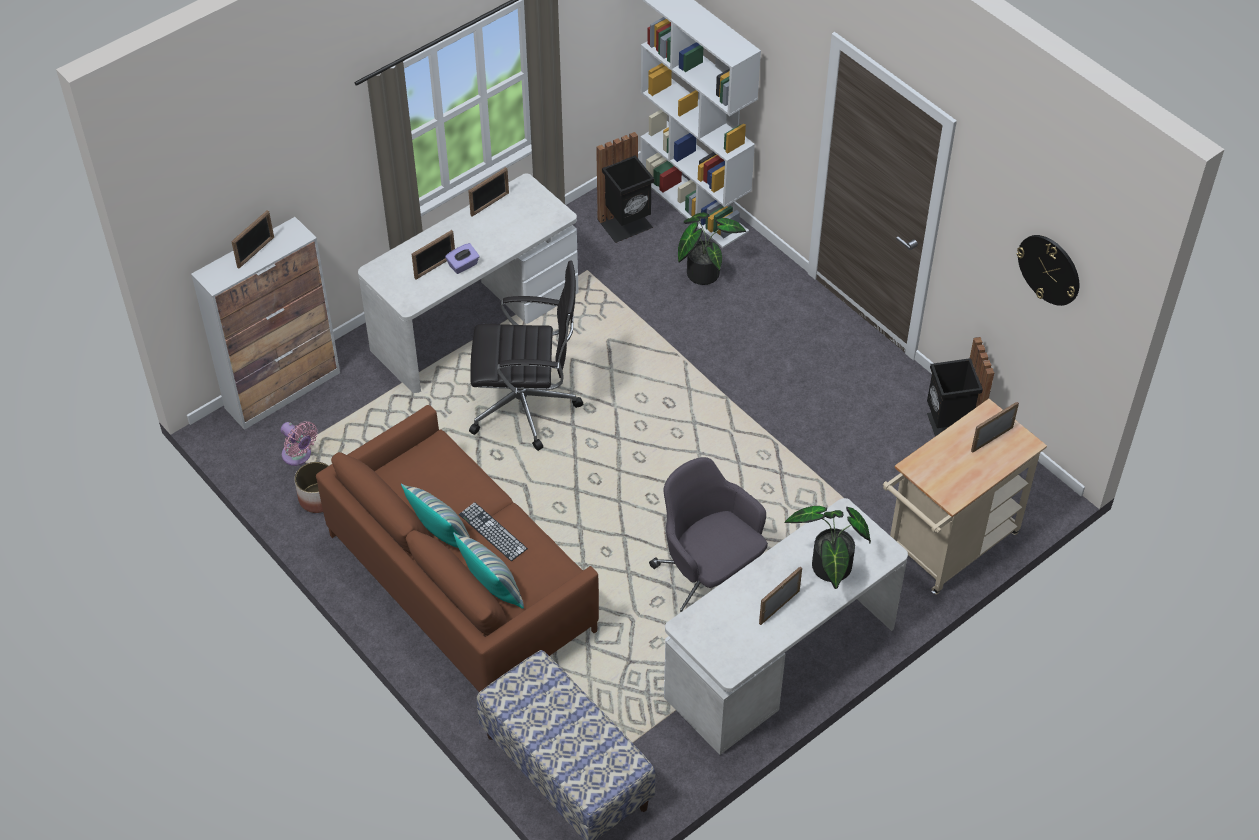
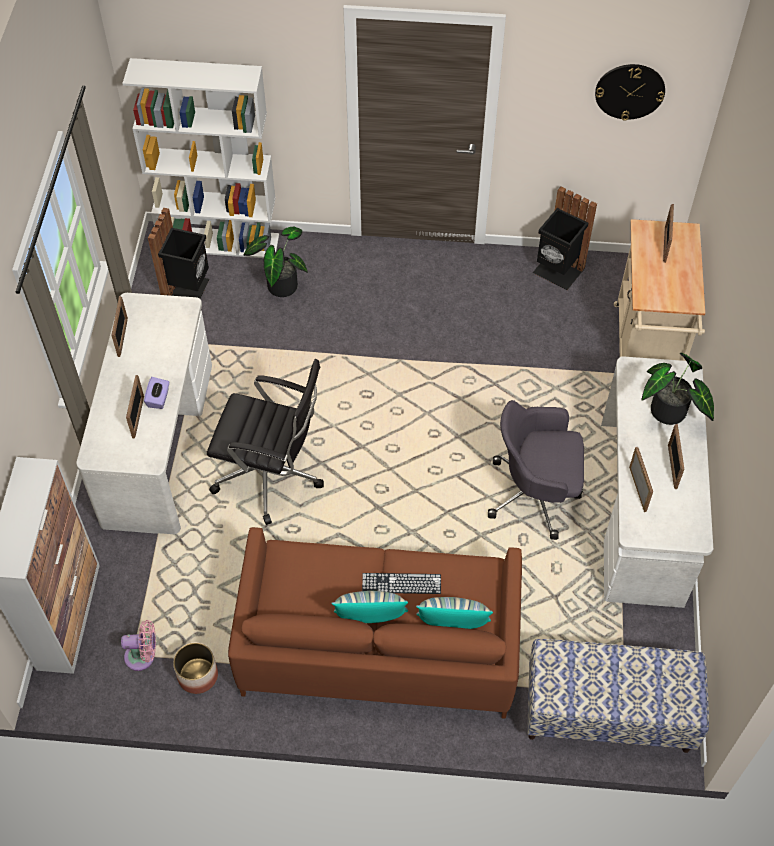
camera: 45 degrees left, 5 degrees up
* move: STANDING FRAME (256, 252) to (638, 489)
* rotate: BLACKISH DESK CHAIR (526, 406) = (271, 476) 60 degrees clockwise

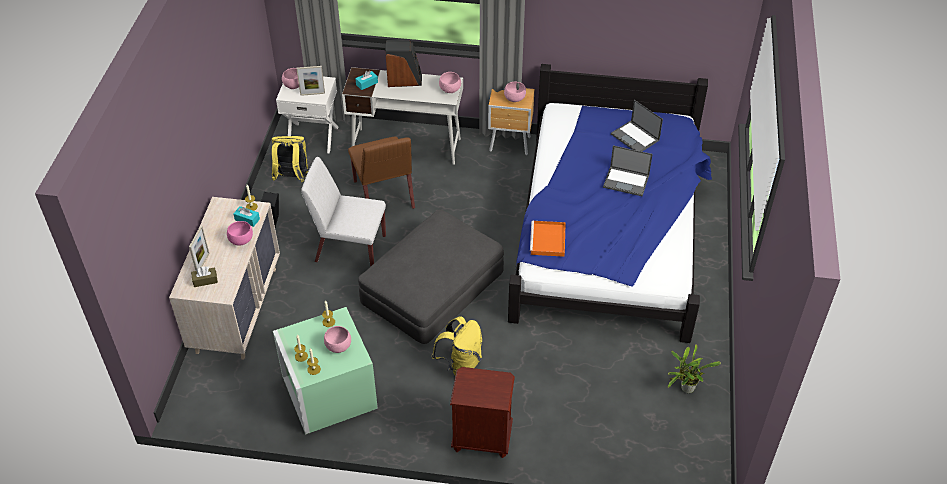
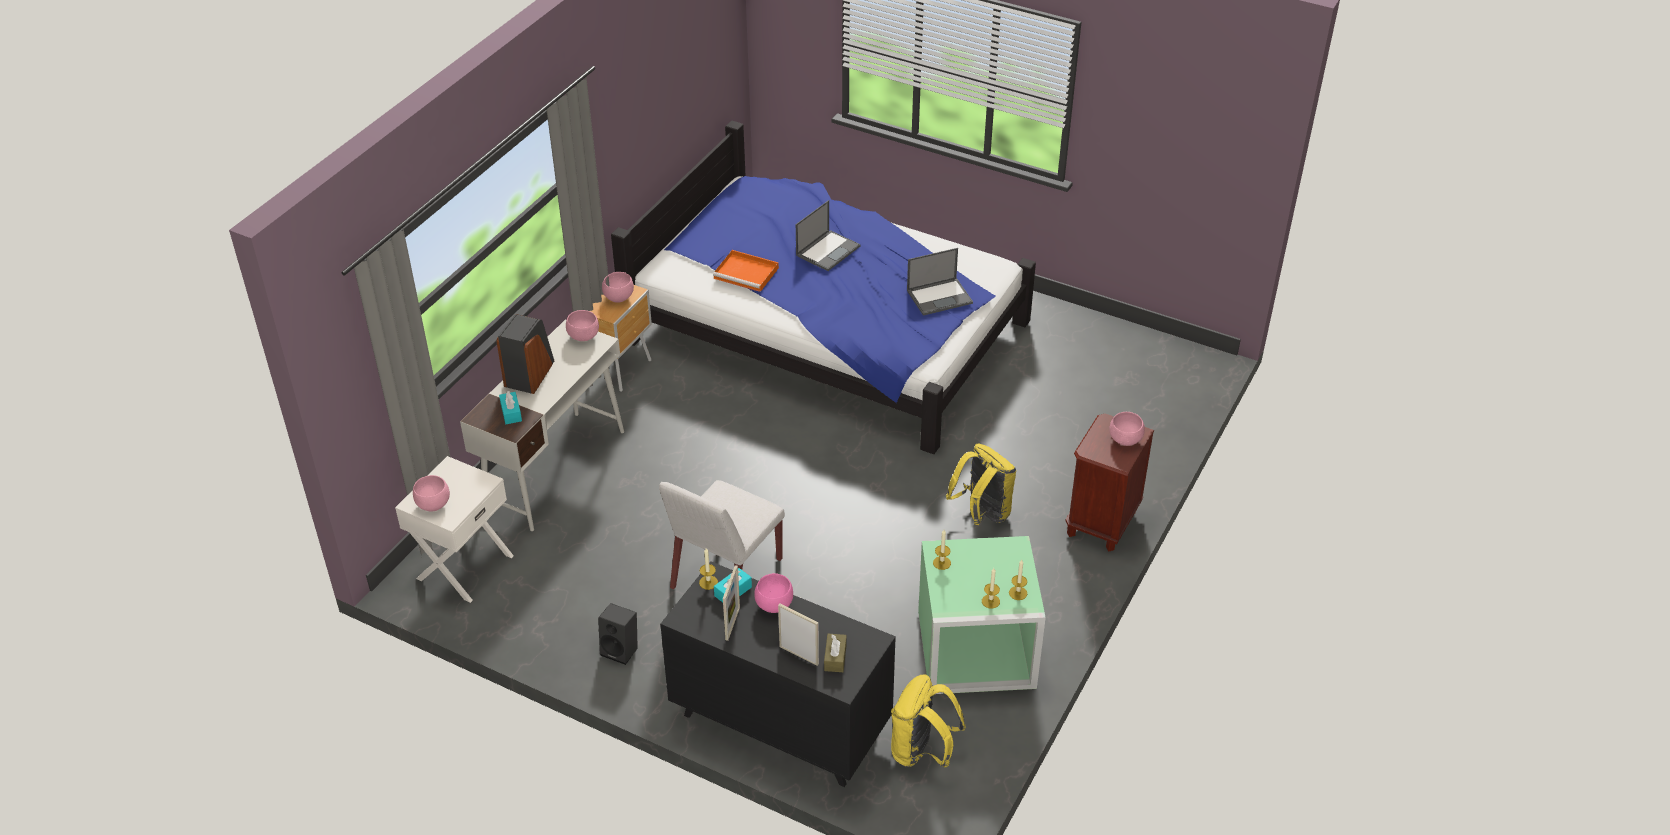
camera: 70 degrees left, 5 degrees down
* delete: BROWNISH CHAIR (384, 195)
* delete: GRAY FOOTREST (432, 286)
* delete: HOUSEPLANT (685, 389)
* move: YELLOWISH BACKPACK (292, 177) to (922, 752)
* move: STANDING FRAME (312, 94) to (732, 623)
* move: PINK SERVING BOWL (338, 347) to (1126, 440)
* move: ORANGE-COLOURED CARRYING TRAY (548, 241) to (747, 273)
* move: PORTABLE COMPUTER (635, 137) to (940, 296)
* recolor: BEIGE-COLOURED CHEST OF DRAWERS (237, 309) to BLACKISH CHEST OF DRAWERS (779, 723)

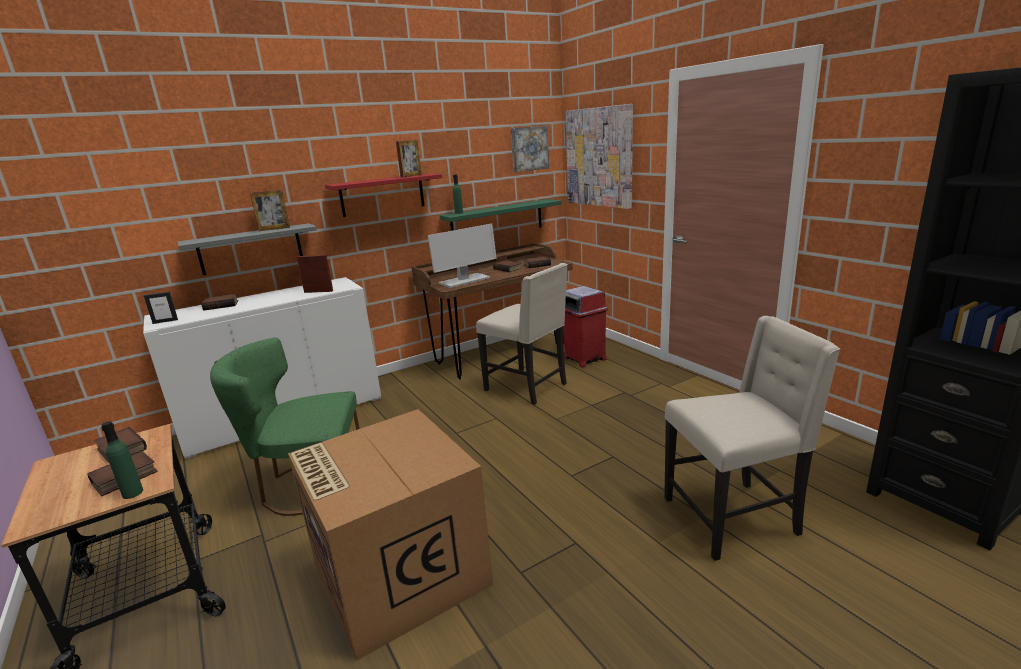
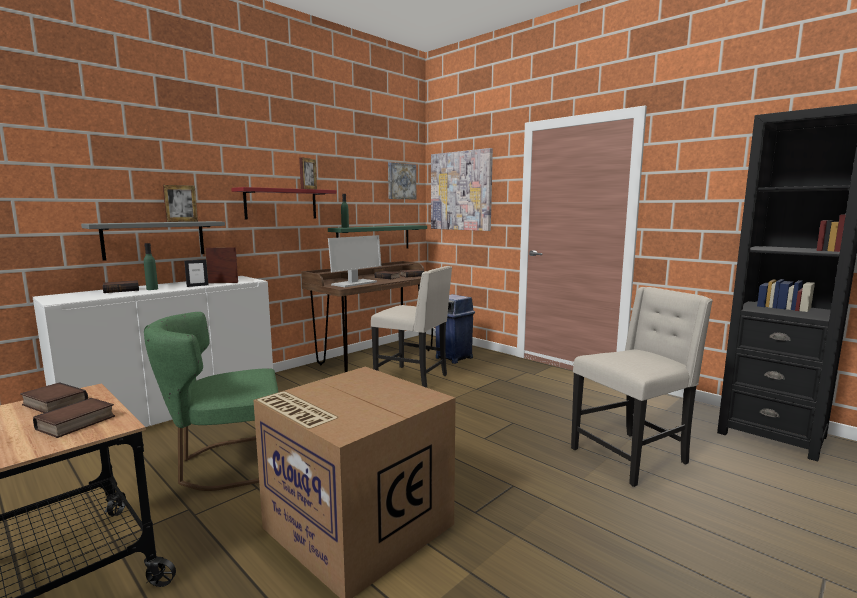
camera: 15 degrees left, 10 degrees down
* move: GREEN-COLOURED DRINK BOTTLE (133, 493) to (152, 289)
* move: STANDING FRAME (165, 321) to (197, 285)
* recolor: RED TRASH CAN (584, 358) to BLUE TRASH CAN (453, 358)

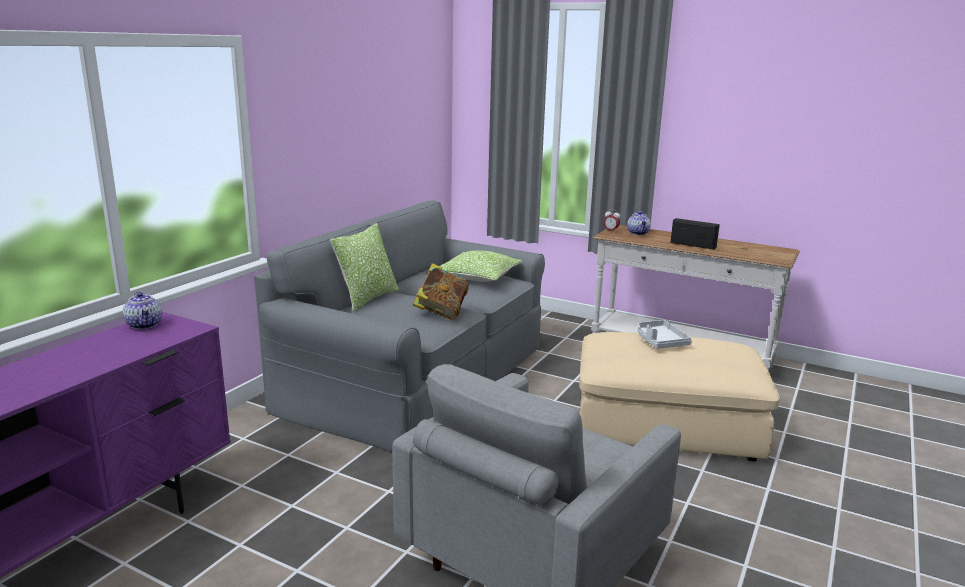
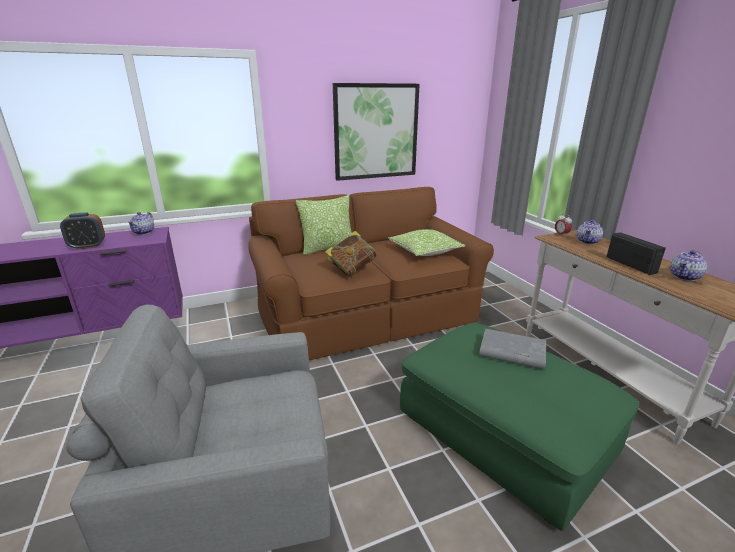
camera: 40 degrees right, 5 degrees up
* insert: BEDSIDE CLOCK (88, 246)
* insert: WALL PICTURE (376, 132)
* insert: TEAPOT (685, 277)
* replace: GRAY CARRYING TRAY (660, 341) to GRAY BOUND BOOK (511, 352)
* recolor: GRAY SOFA (418, 375) to BROWNISH SOFA (367, 313)
* recolor: BEIGE-COLOURED FOOTREST (667, 424) to GREEN-COLOURED FOOTREST (504, 434)

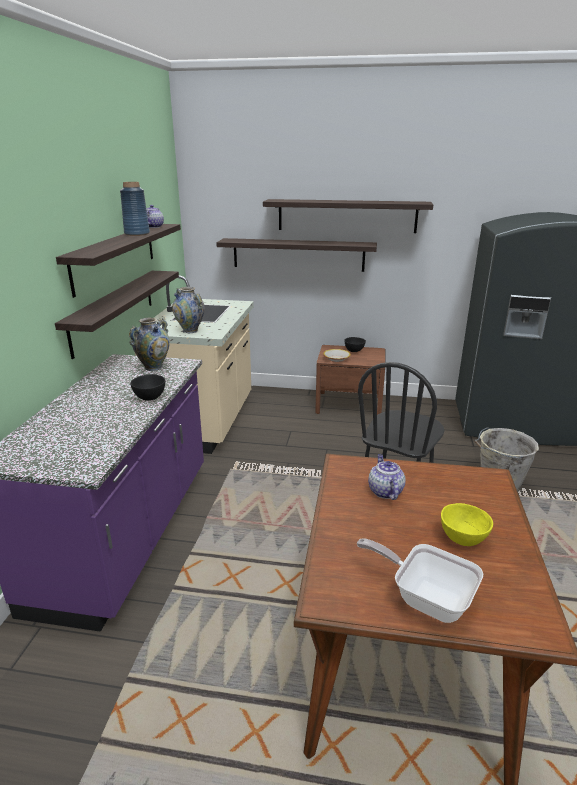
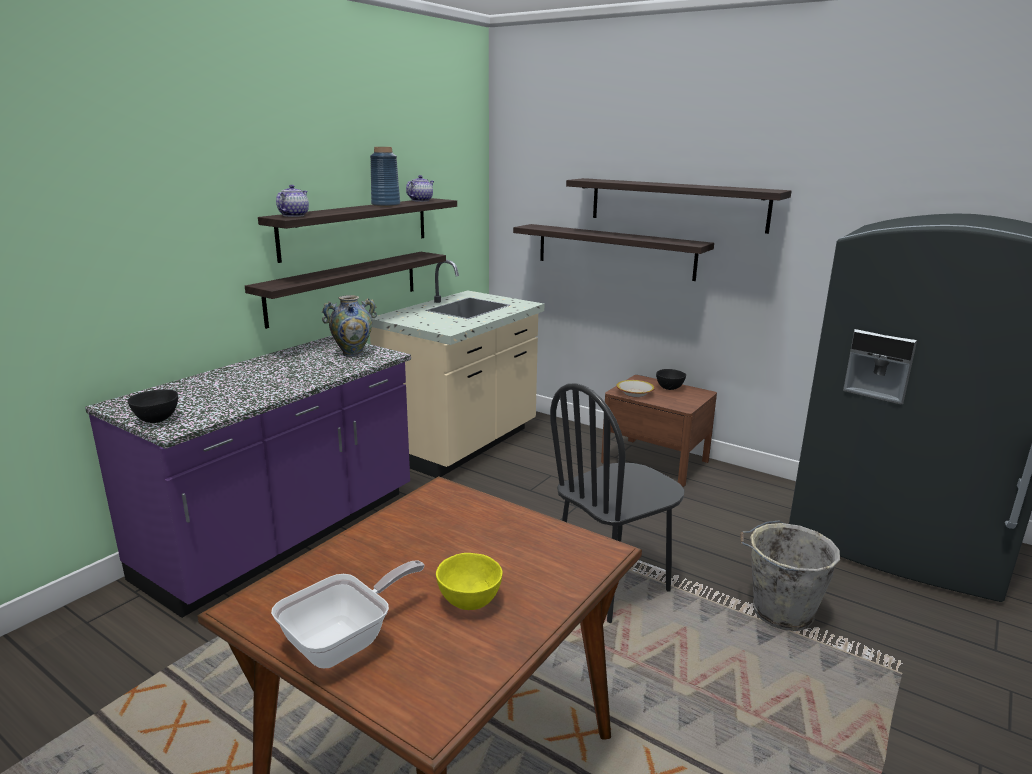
camera: 25 degrees right, 5 degrees down
* delete: DECORATIVE VASE (190, 330)
* move: BLACKISH SERVING BOWL (150, 397) to (157, 419)
* move: TEAPOT (384, 491) to (294, 215)
* rotate: FRYING PAN (425, 597) = (345, 641) 75 degrees clockwise

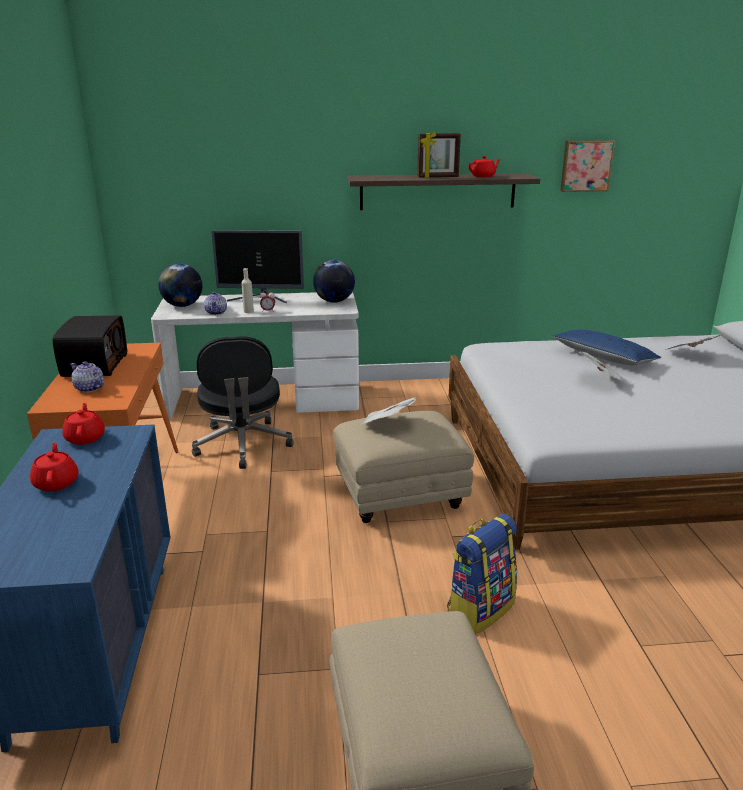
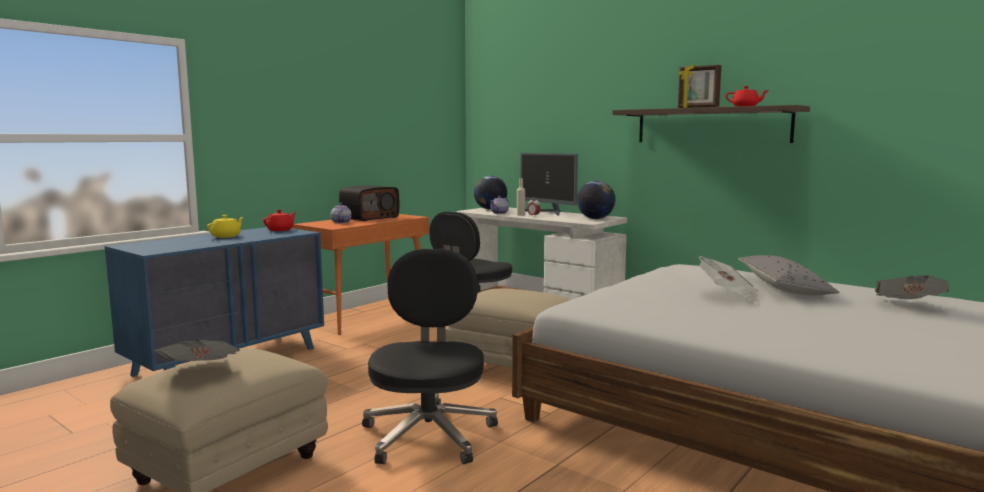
camera: 45 degrees right, 15 degrees down
* delete: WALL PICTURE (586, 165)
* move: PRINTED PAPER (387, 424) to (201, 372)
* replace: BACKPACK (480, 608) to BLACKISH DESK CHAIR (429, 434)
* recolor: RED TEAPOT (56, 482) to YELLOWISH TEAPOT (226, 236)
* recolor: BLUE PILLOW (603, 357) to GRAY PILLOW (783, 288)

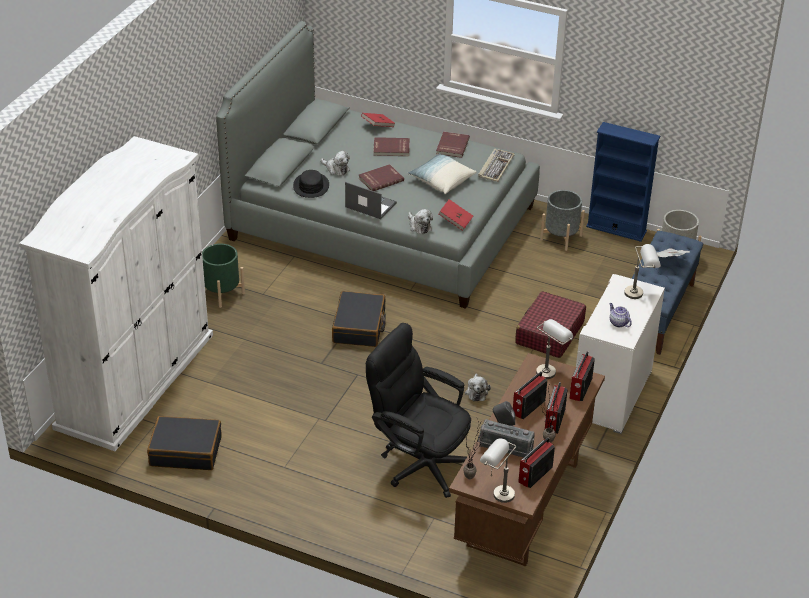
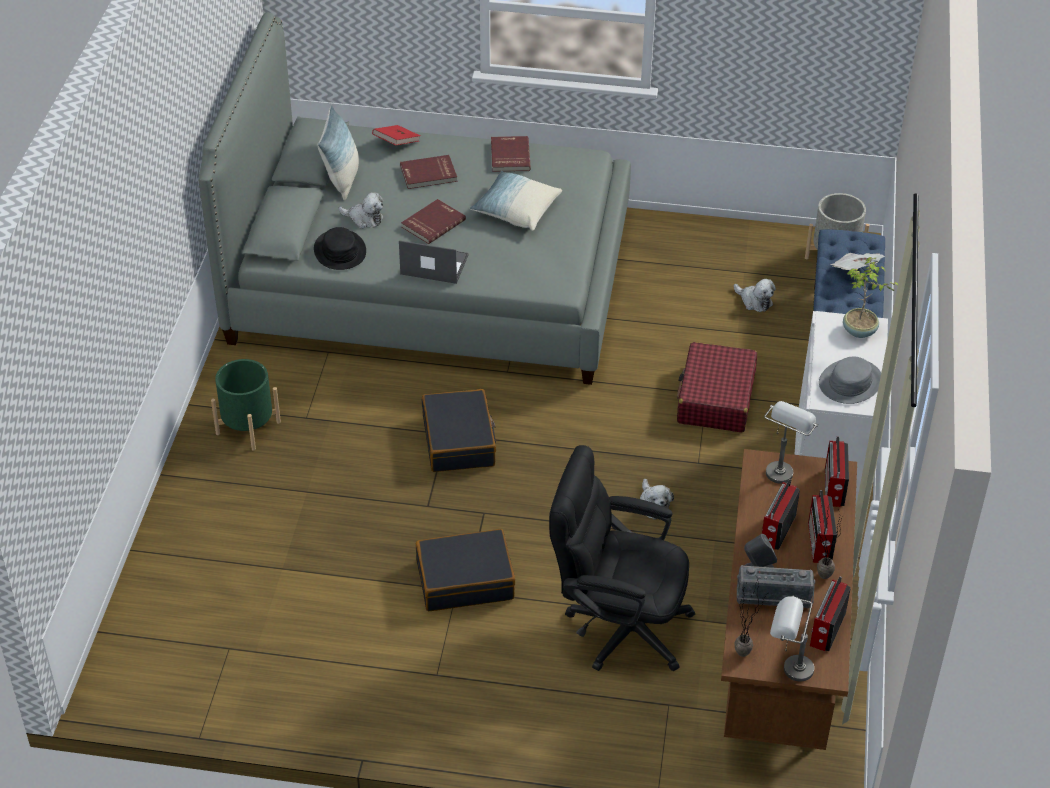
camera: 15 degrees left, 5 degrees up
* delete: WHITE WARDROBE (135, 380)
* delete: RED BOUND BOOK (455, 221)
* delete: COMPUTER KEYBOARD (495, 166)
* delete: GRAY PLANT POT (561, 237)
* delete: BLUE SHELVING UNIT (616, 229)
* insert: PILLOW (342, 178)
* move: BLACKISH SUITCASE (186, 451) to (465, 580)
* move: CUDDLY TOY (419, 226) to (754, 301)
* replace: TEAPOT (618, 323) to GRAY HAT (850, 382)
* replace: GRAY LAMP FOR A TABLE (640, 292) to HOUSEPLANT (859, 332)

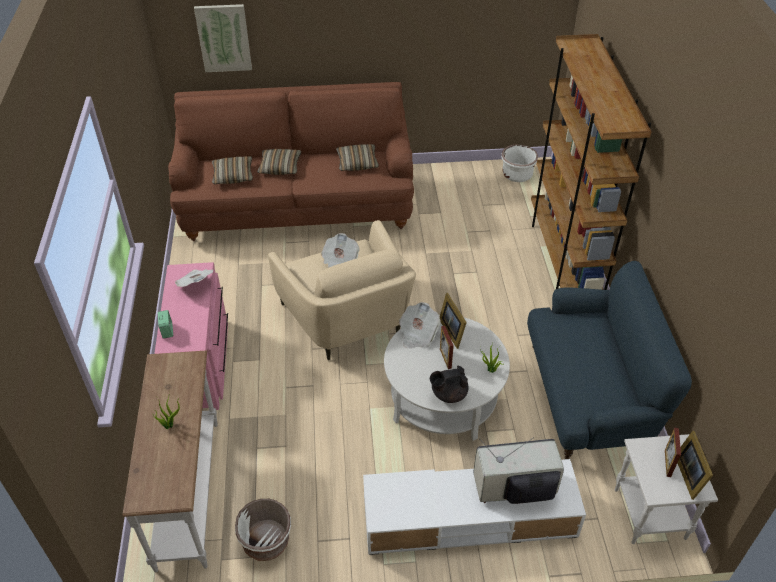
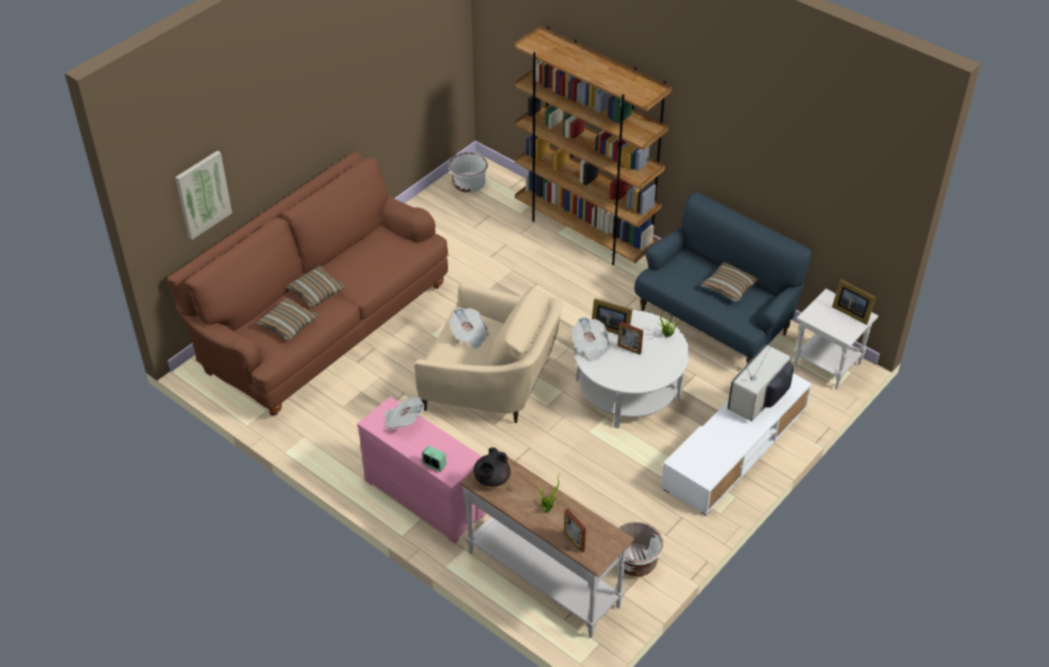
camera: 45 degrees left, 0 degrees up
* move: PILLOW (357, 163) to (729, 287)
* move: BLACKISH TEAPOT (448, 394) to (491, 479)
* move: STANDING FRAME (667, 463) to (574, 542)

